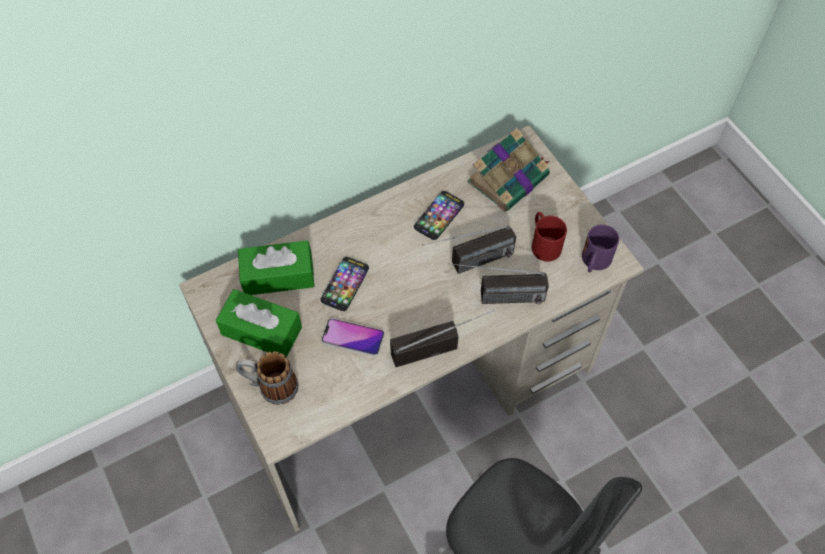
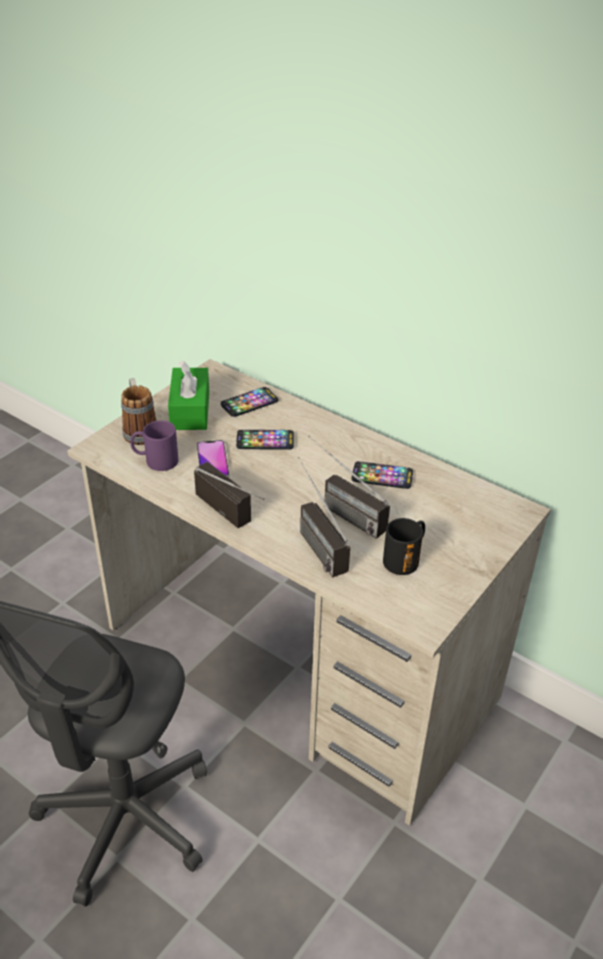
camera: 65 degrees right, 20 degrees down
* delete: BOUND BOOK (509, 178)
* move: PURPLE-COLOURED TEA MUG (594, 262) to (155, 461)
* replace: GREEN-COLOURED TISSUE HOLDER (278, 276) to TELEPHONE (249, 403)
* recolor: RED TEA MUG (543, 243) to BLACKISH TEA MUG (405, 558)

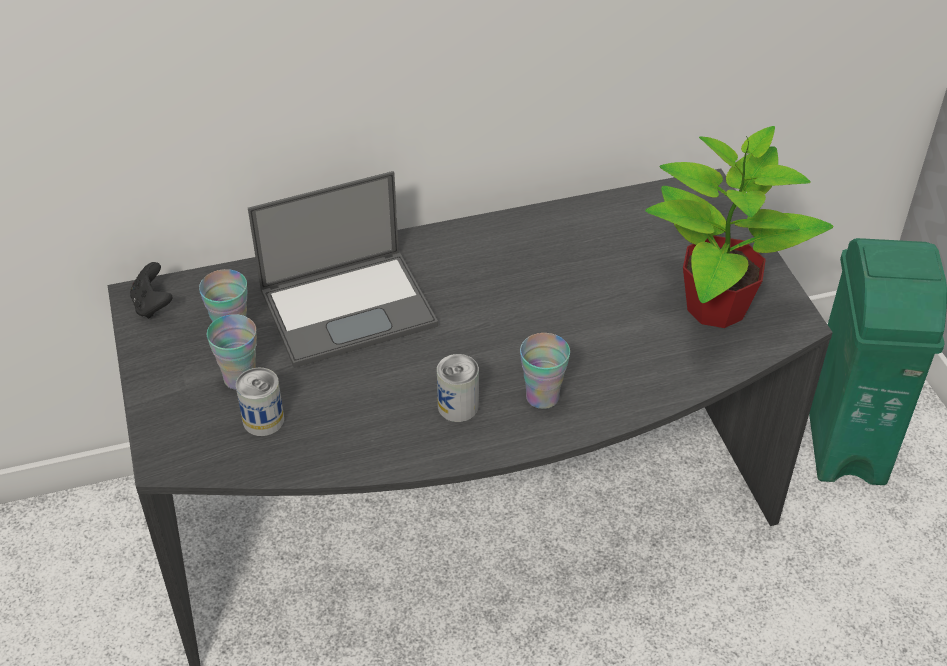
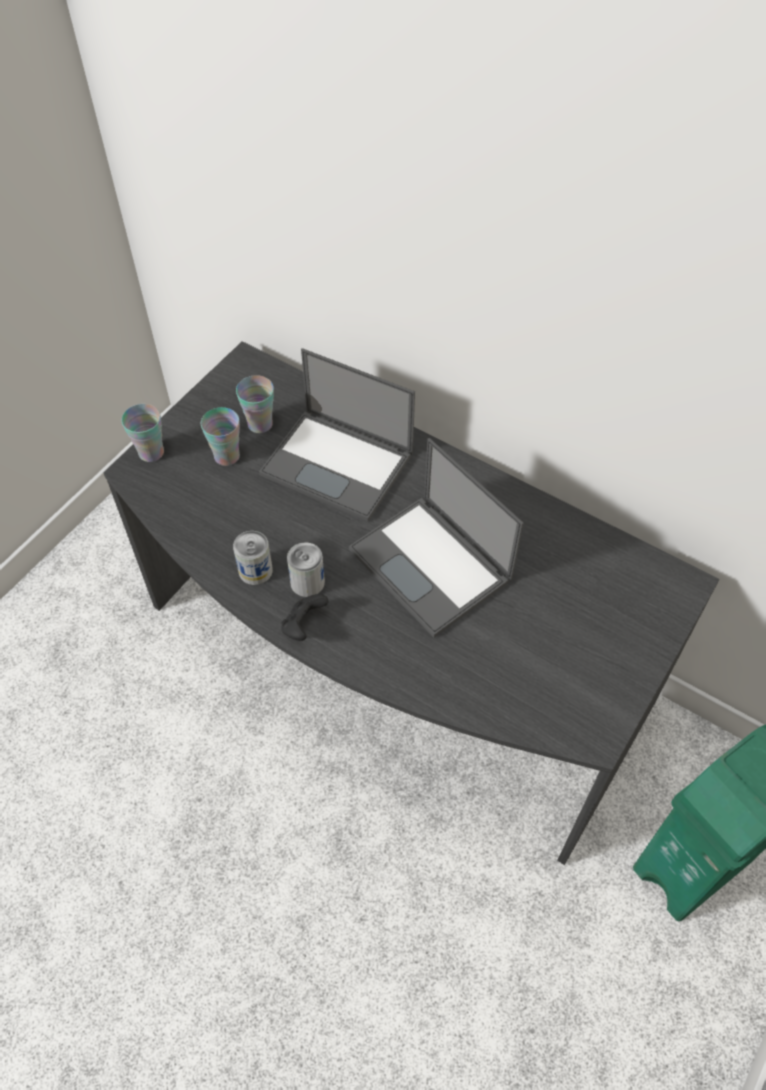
camera: 50 degrees right, 10 degrees up
* delete: HOUSEPLANT (714, 307)
* insert: PORTABLE COMPUTER (432, 565)
* move: BLACKISH GAME CONTROLLER (152, 305) to (303, 625)
* move: CAN (263, 420) to (255, 570)
* move: CUP (542, 397) to (151, 452)

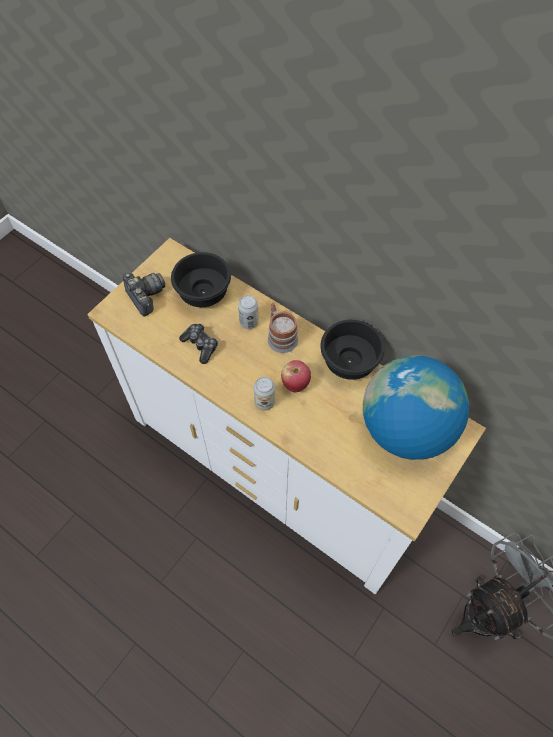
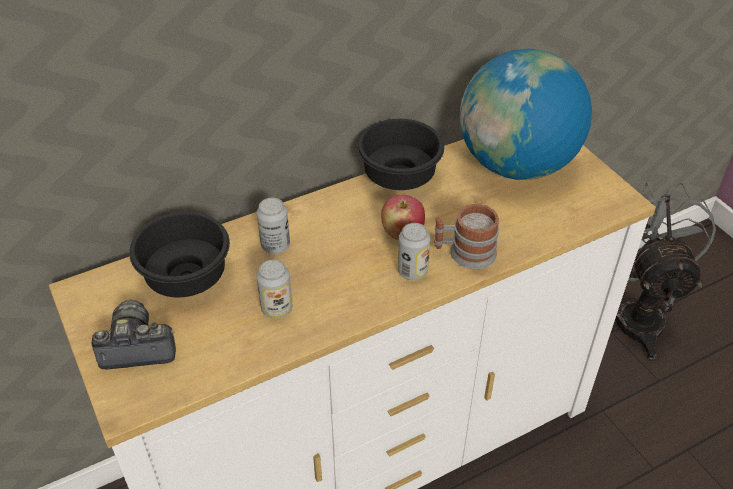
camera: 65 degrees left, 15 degrees down
* move: TEA MUG (280, 336) to (464, 253)
* replace: GAME CONTROLLER (200, 345) to CAN (277, 309)

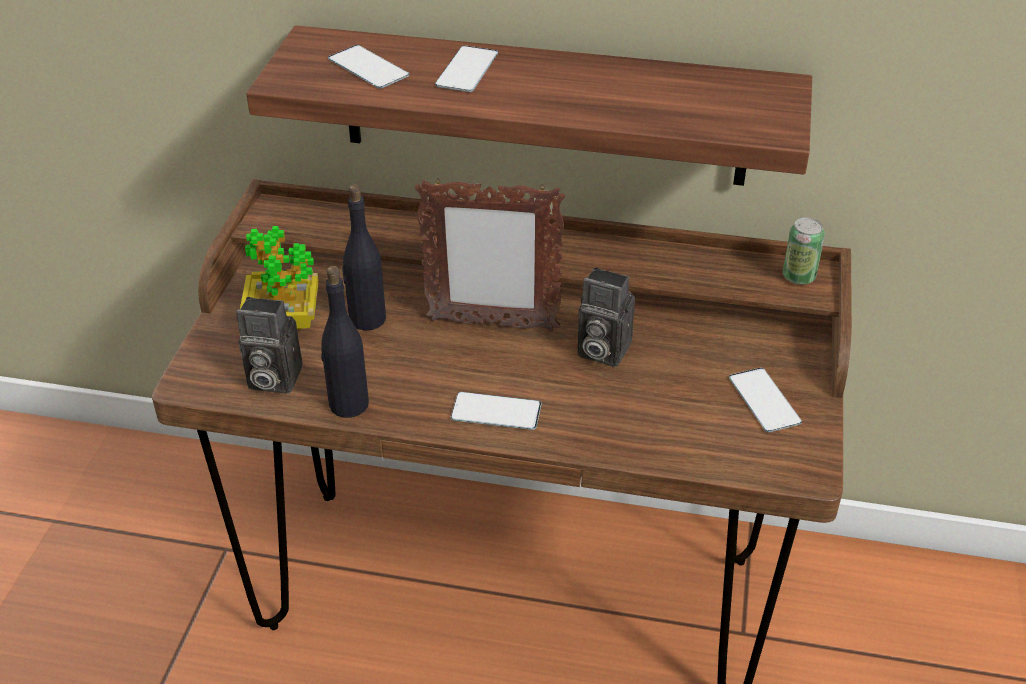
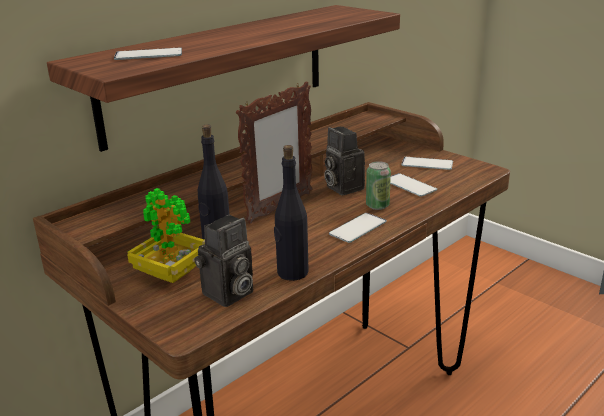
camera: 55 degrees left, 15 degrees down
* move: TELEPHONE (467, 69) to (409, 185)
* move: CAN (798, 276) to (377, 206)
* rotate: STILL CAMERA (600, 350) = (342, 187) 90 degrees clockwise

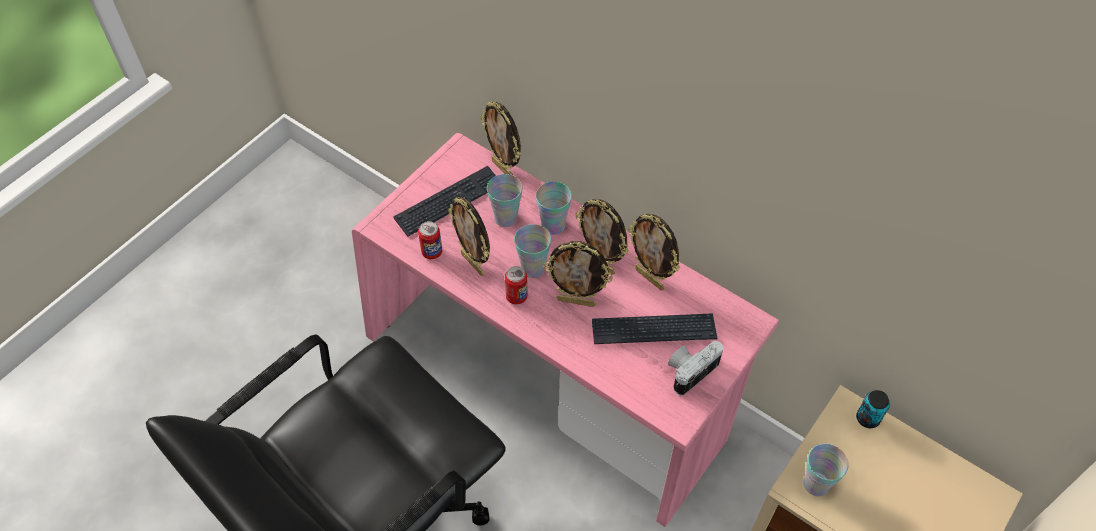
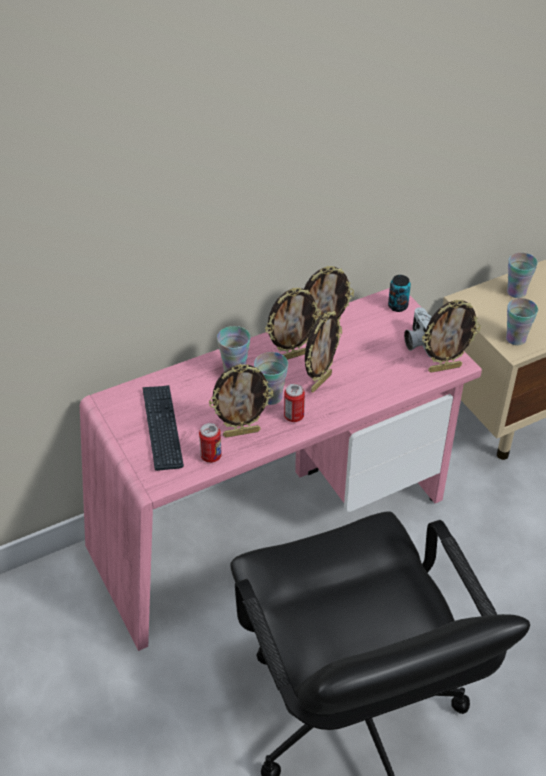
camera: 65 degrees left, 10 degrees down
* delete: COMPUTER KEYBOARD (653, 330)
* move: STANDING FRAME (503, 169) to (444, 368)
* move: CUP (506, 218) to (516, 292)
* move: CAN (867, 418) to (397, 306)

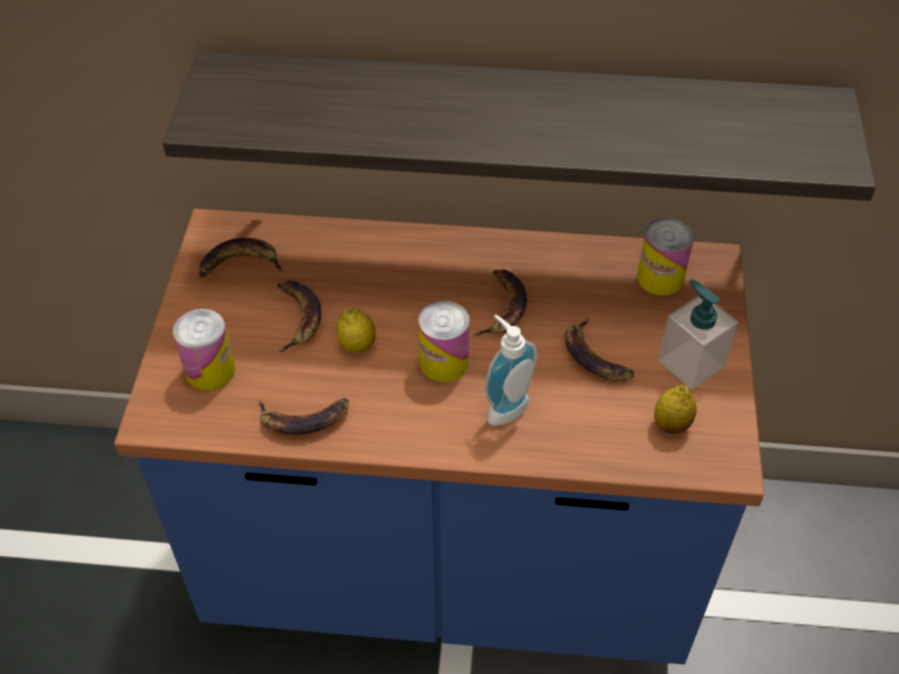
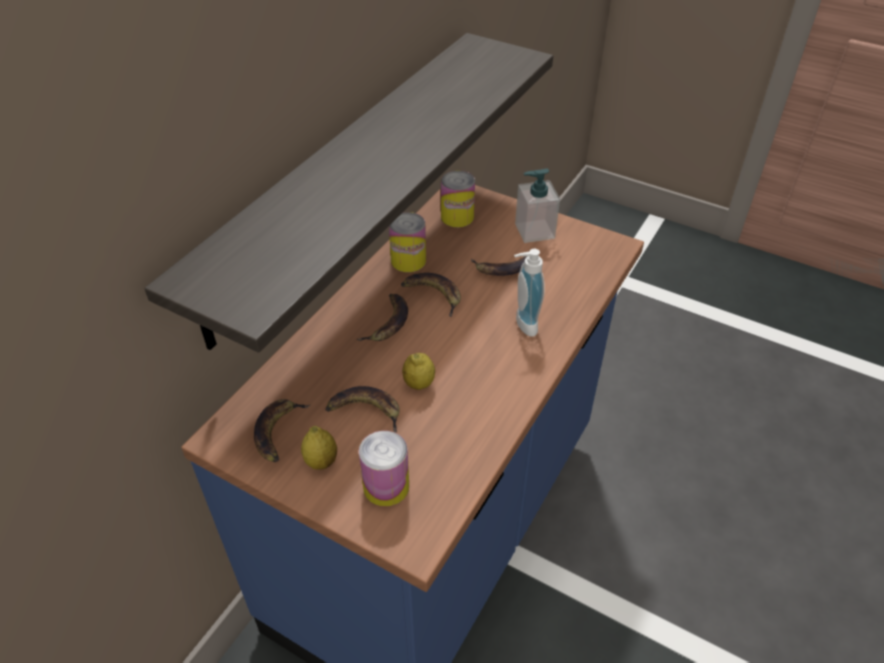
camera: 65 degrees left, 5 degrees down
* move: BANANA (304, 418) to (388, 322)
* move: CAN (444, 362) to (408, 260)
* move: CITRUS FRUIT (671, 424) to (321, 461)

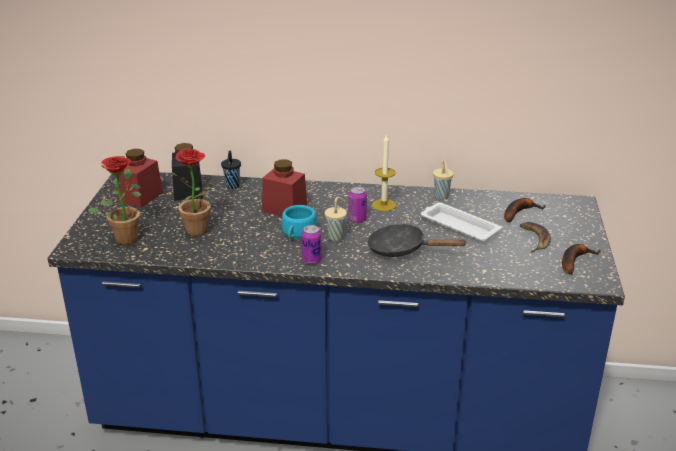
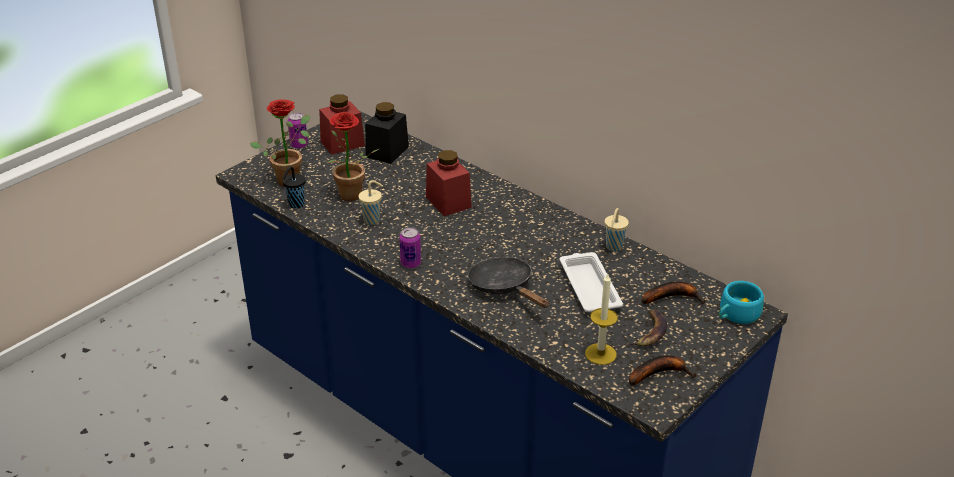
camera: 35 degrees right, 5 degrees up
* move: BLACKISH CUP (232, 186) to (295, 205)
* move: TURQUOISE-COLOURED CUP (297, 234) to (736, 315)
* move: BEIGE-COLOURED CUP (336, 236) to (372, 220)
* move: CAN (357, 219) to (299, 145)
* move: CANDLE (384, 205) to (600, 354)

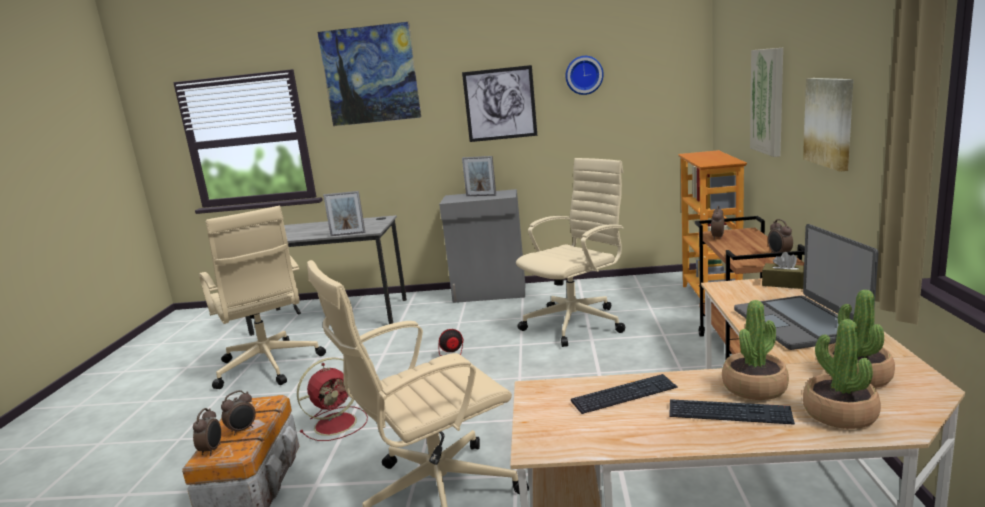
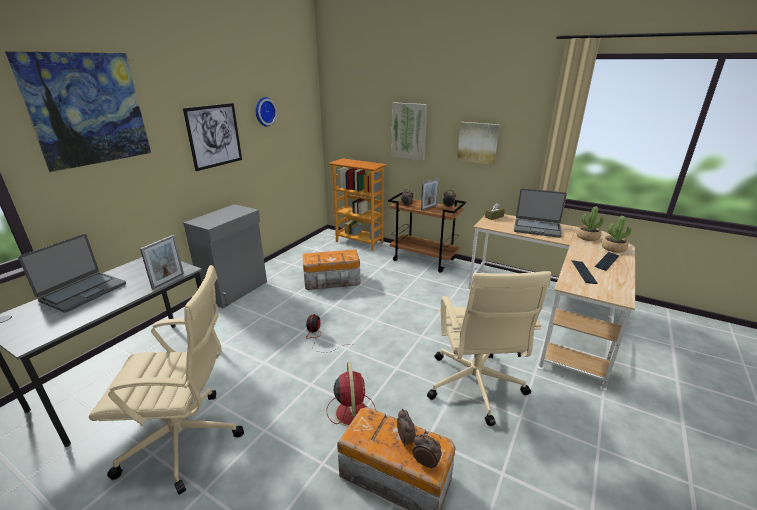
camera: 65 degrees left, 10 degrees up
* delete: HOUSEPLANT (754, 388)
* insert: PORTABLE COMPUTER (83, 292)
* move: STANDING FRAME (481, 195) to (429, 207)
* replace: BEIGE-COLOURED DESK CHAIR (576, 323) to STORAGE BOX (333, 281)

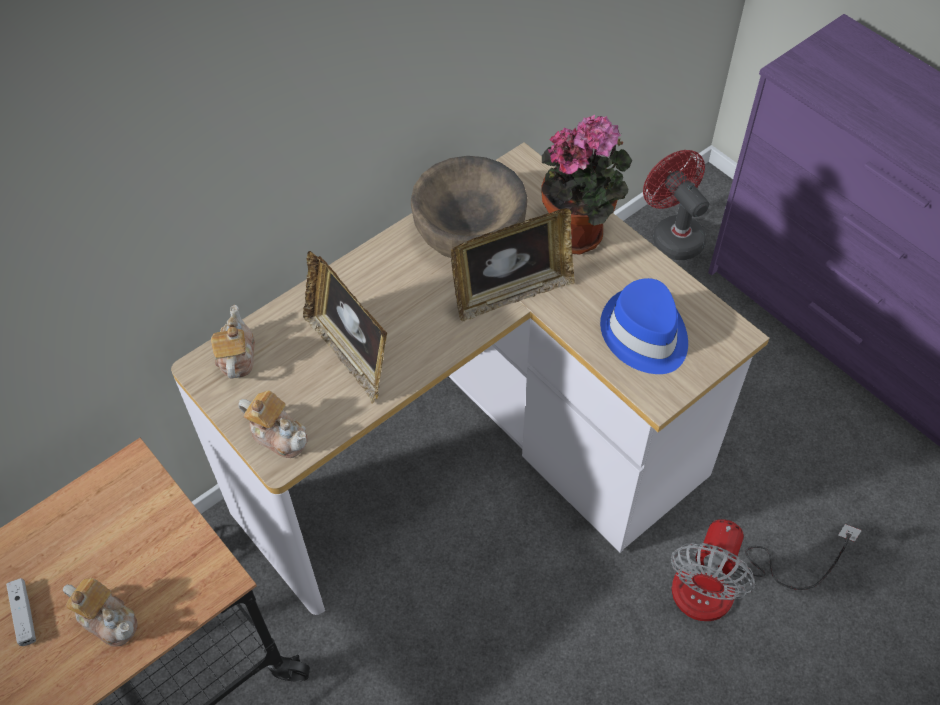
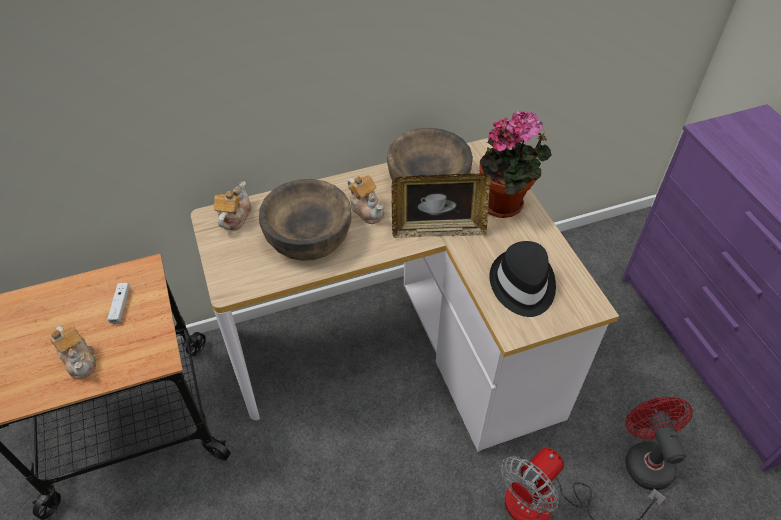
camera: 20 degrees right, 5 degrees down
* move: WHITE GAME CONTROLLER (24, 615) to (120, 306)
* move: TEAPOT (279, 435) to (367, 209)
* move: RED FAN (673, 235) to (645, 459)
* replace: STANDING FRAME (350, 353) to BROWNISH SERVING BOWL (308, 236)
* recolor: BLUE HAT (644, 334) to BLACKISH HAT (522, 285)

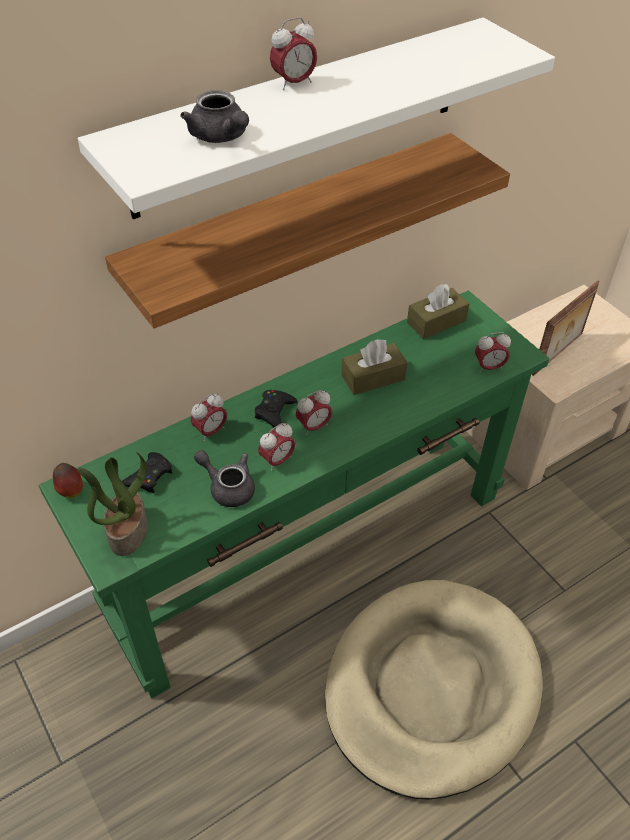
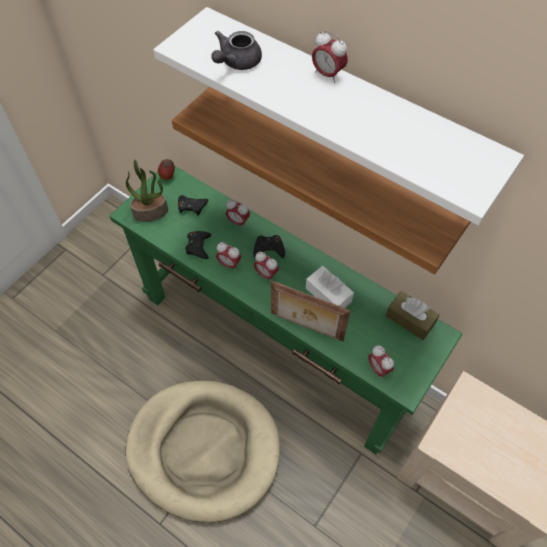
camera: 70 degrees right, 10 degrees up
* move: STANDING FRAME (558, 354) to (306, 327)
* replace: GRAY TEAPOT (228, 487) to BLACKISH GAME CONTROLLER (198, 246)
* recolor: BROWNISH TISSUE HOLDER (373, 377) to WHITE TISSUE HOLDER (328, 295)

